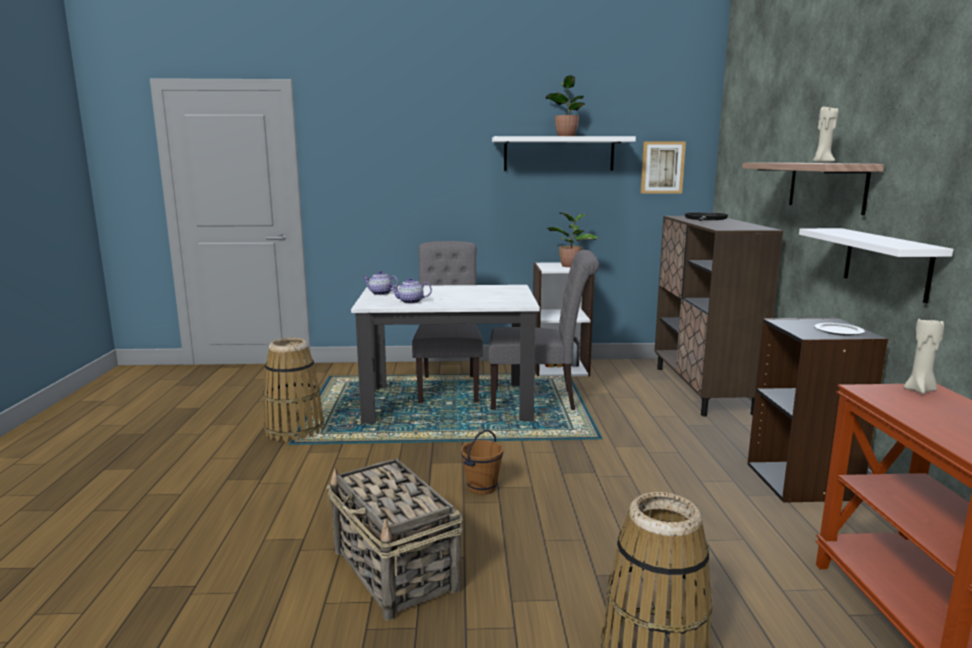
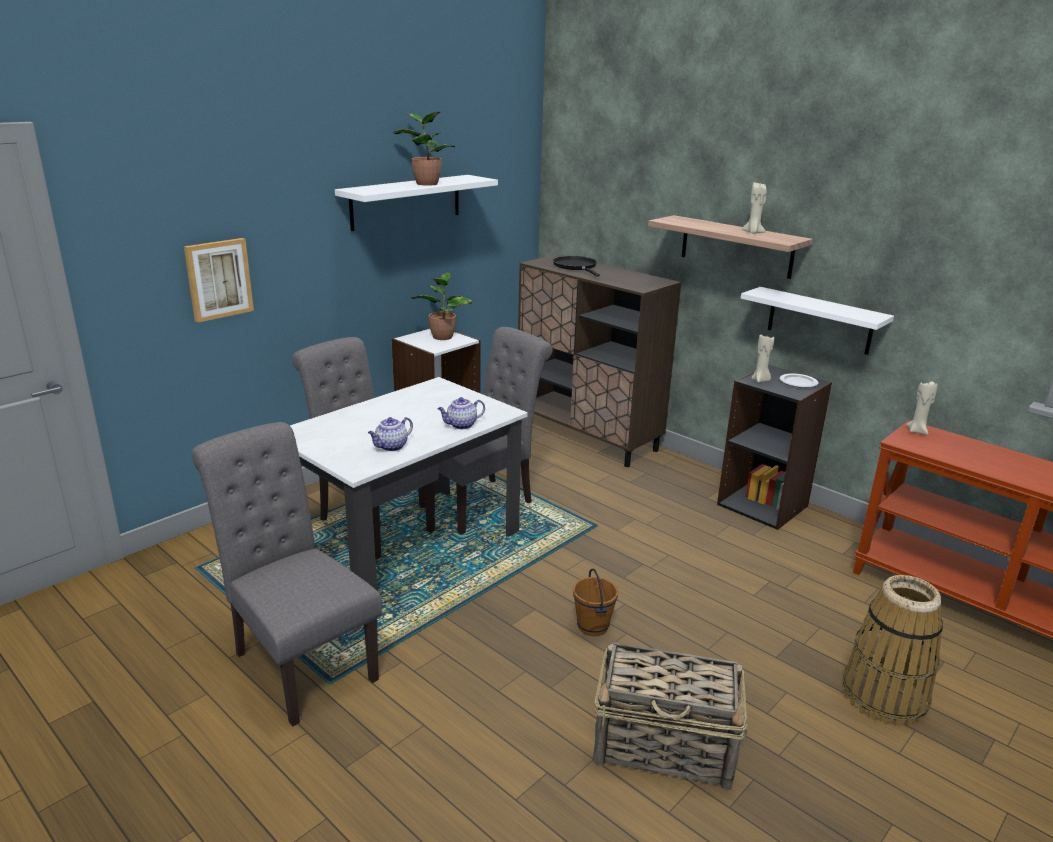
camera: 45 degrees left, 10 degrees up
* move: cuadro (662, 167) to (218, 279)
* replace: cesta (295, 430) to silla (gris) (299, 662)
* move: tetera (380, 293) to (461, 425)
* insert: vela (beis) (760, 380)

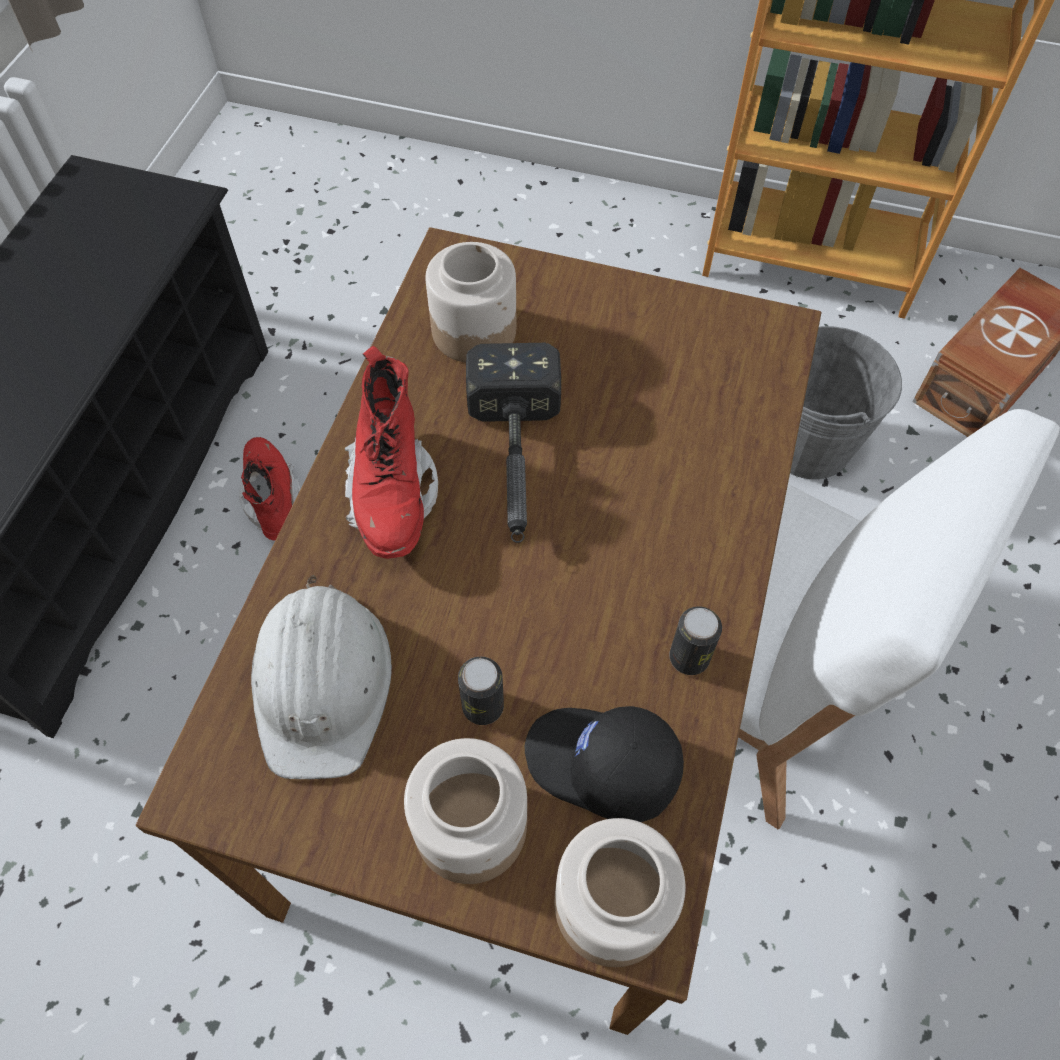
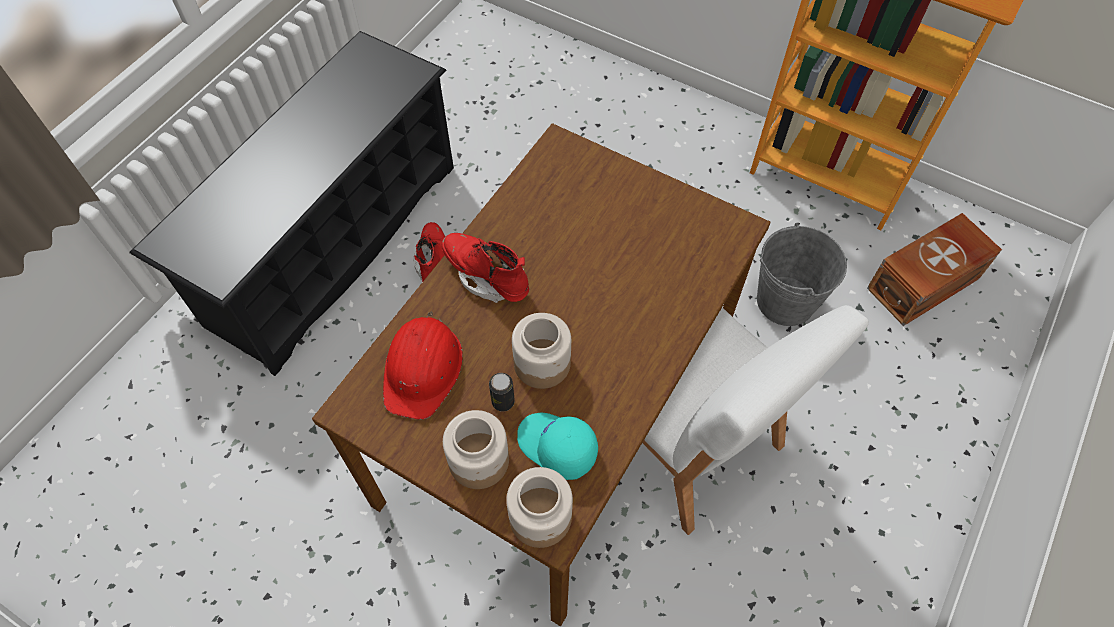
camera: 15 degrees right, 0 degrees up
* recolor: casco (blanco) (323, 681) to casco (rojo) (423, 369)
* rotate: bota (rojo) (392, 494) = (487, 276) 120 degrees clockwise
* move: tarro (474, 330) to (542, 363)
* recolor: gorra (negro) (601, 766) to gorra (turquesa) (556, 447)
* delete: martillo (515, 463)
* delete: lata (689, 657)

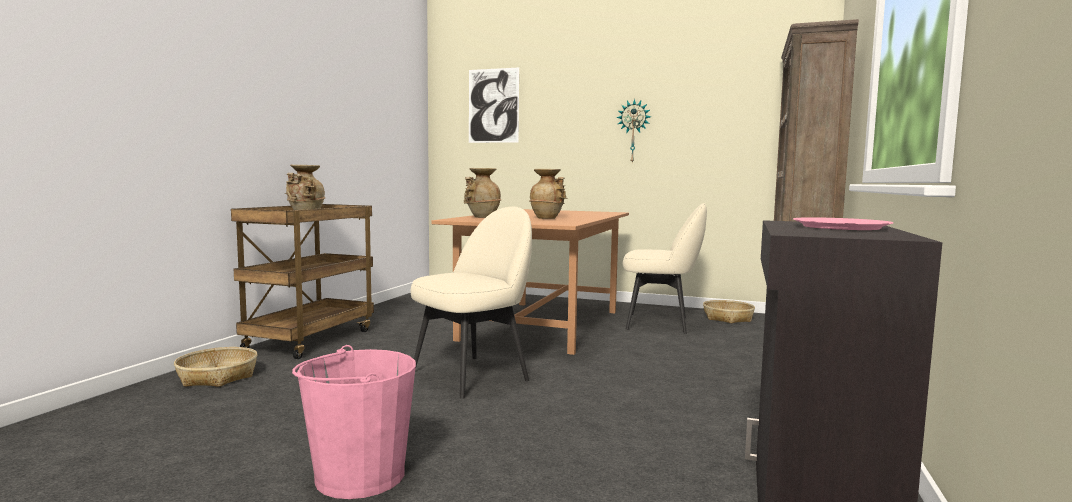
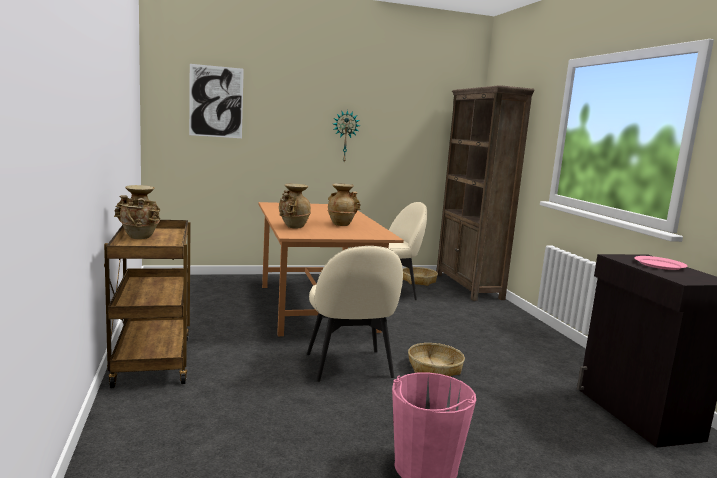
camera: 35 degrees left, 5 degrees up
* rotate: silla (beis) (472, 375) = (349, 366) 150 degrees clockwise
* move: cesta (218, 376) to (435, 368)

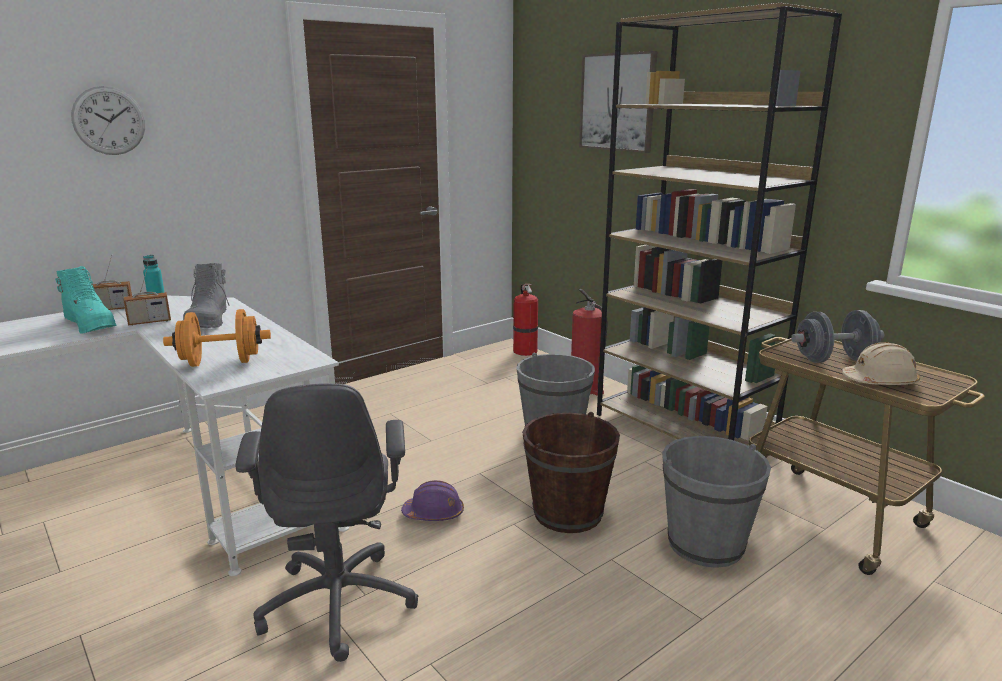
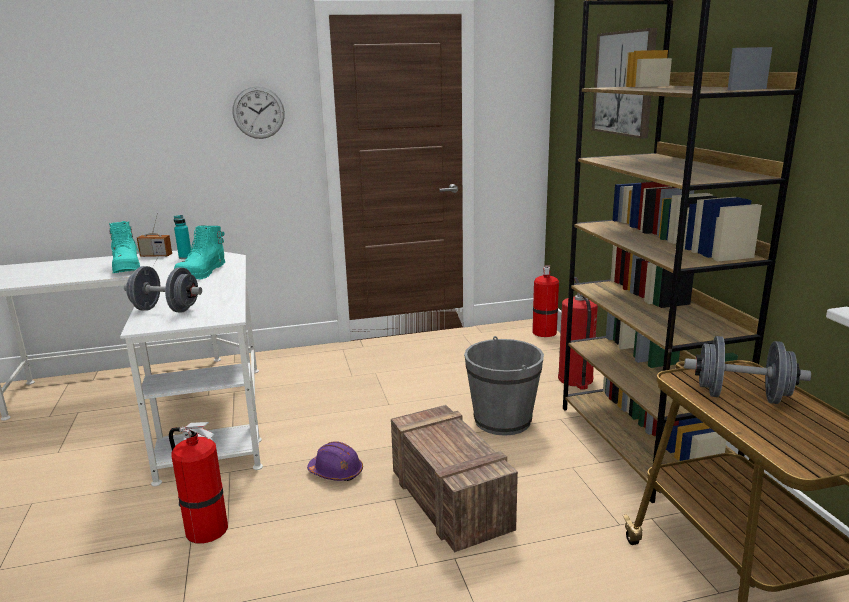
camera: 25 degrees right, 0 degrees up
* recolor: mancuerna (naranja) (221, 362) to mancuerna (gris) (166, 310)
* replace: silla de oficina (gris) (339, 601) to extintor (204, 529)
* recolor: bota (gris) (209, 321) to bota (turquesa) (202, 273)
* move: reloj de pared (109, 120) to (258, 112)
* replace: cubo (marrón) (568, 513) to caja de embalaje (451, 501)
* delete: radio (149, 322)
* delete: cubo (gris) (705, 544)
* delete: casco (beis) (879, 382)

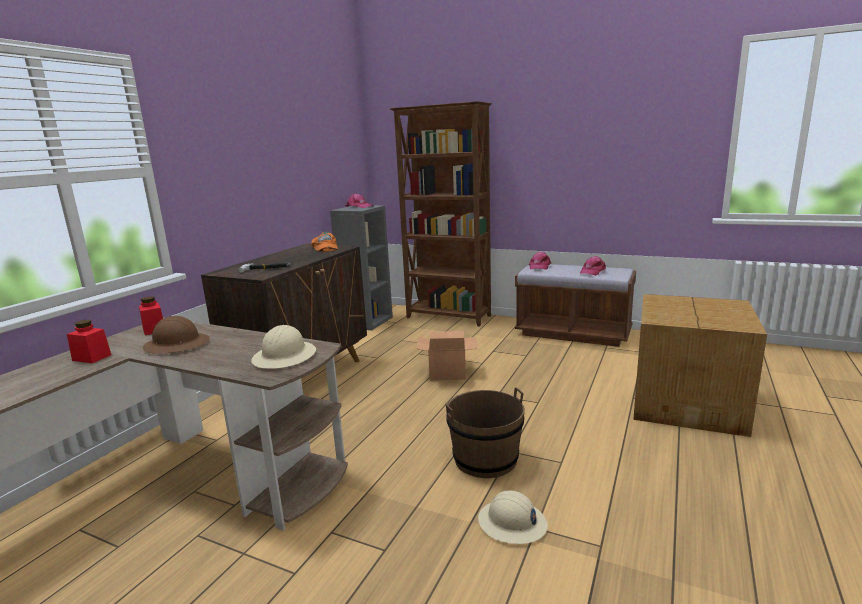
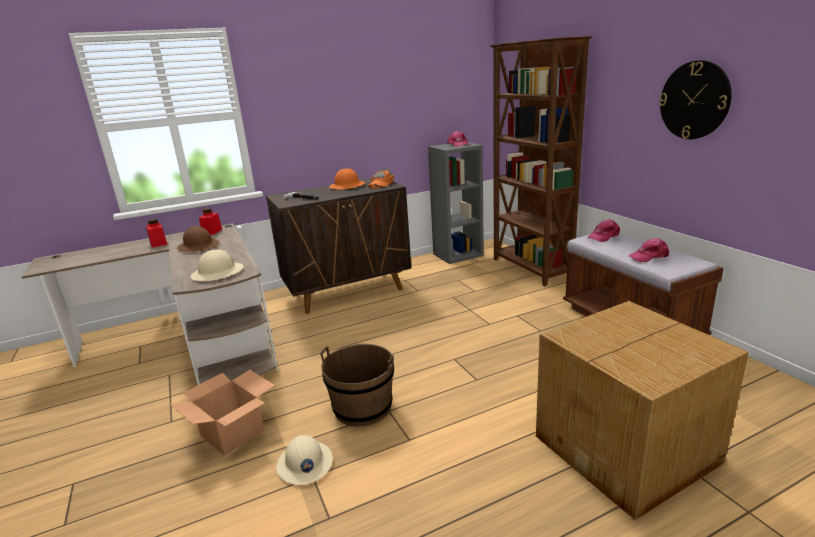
camera: 40 degrees right, 5 degrees up
* move: caja de cartón (447, 373) to (231, 433)
* insert: casco (naranja) (347, 186)
* insert: reloj de pared (694, 100)

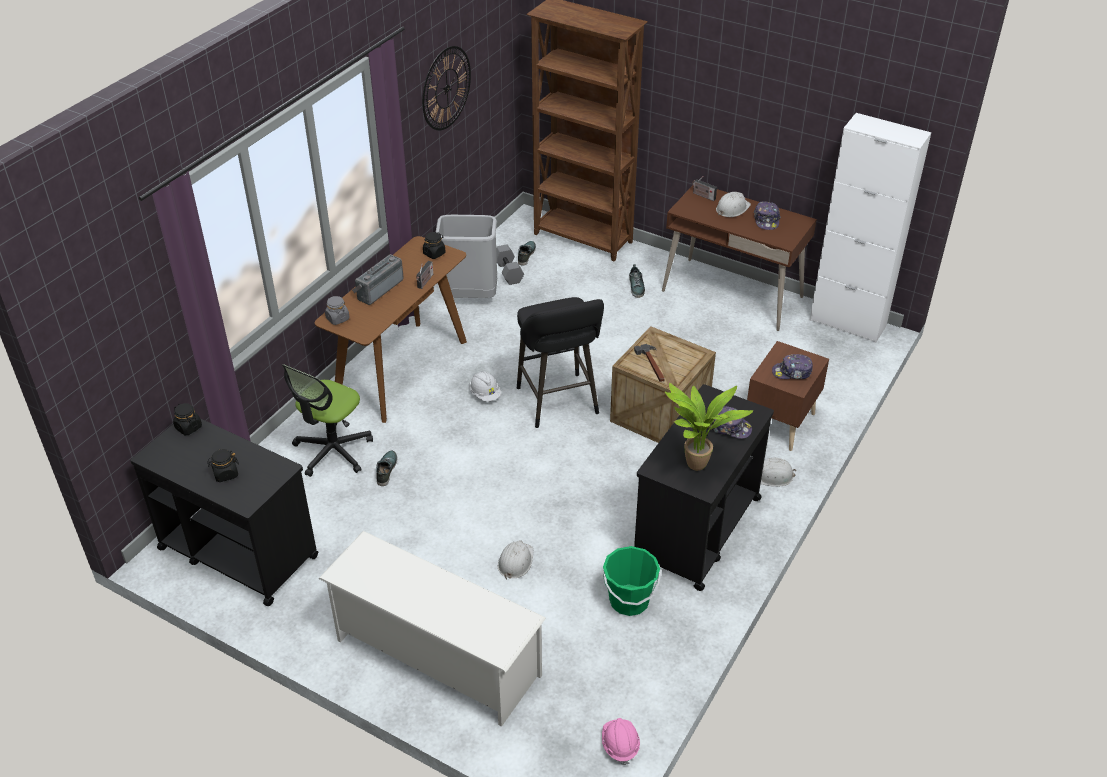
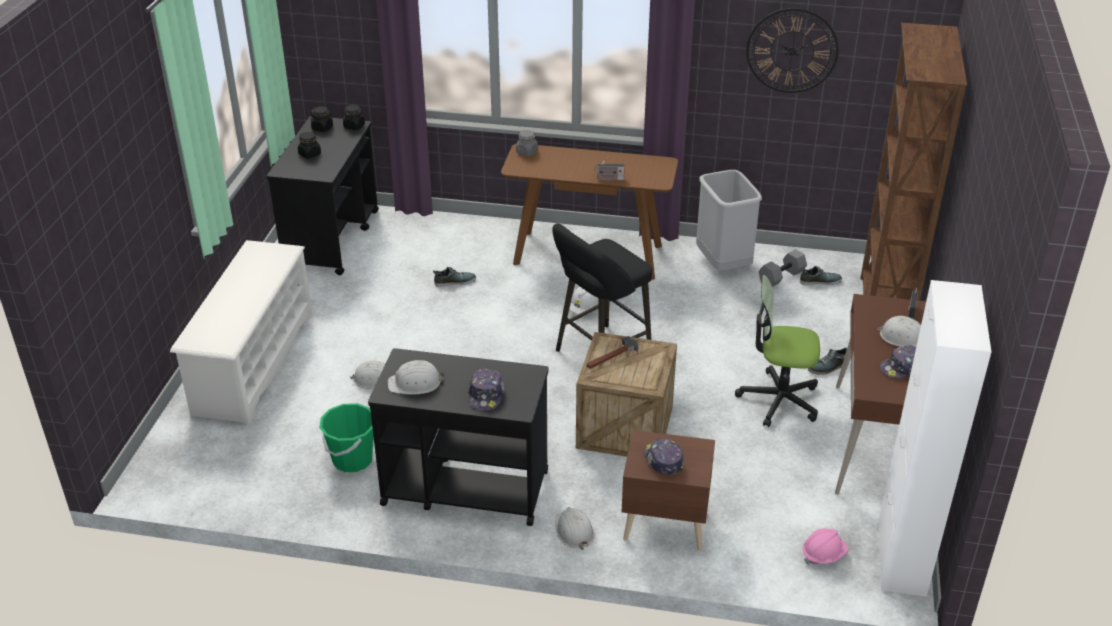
camera: 70 degrees right, 5 degrees down
* move: tarro (negro) (434, 253) to (322, 128)
* replace: planta en maceta (696, 467) to casco (blanco) (415, 383)
* move: silla de oficina (333, 451) to (778, 400)
* move: casco (rosa) (620, 745) to (823, 555)
* delete: radio (378, 289)

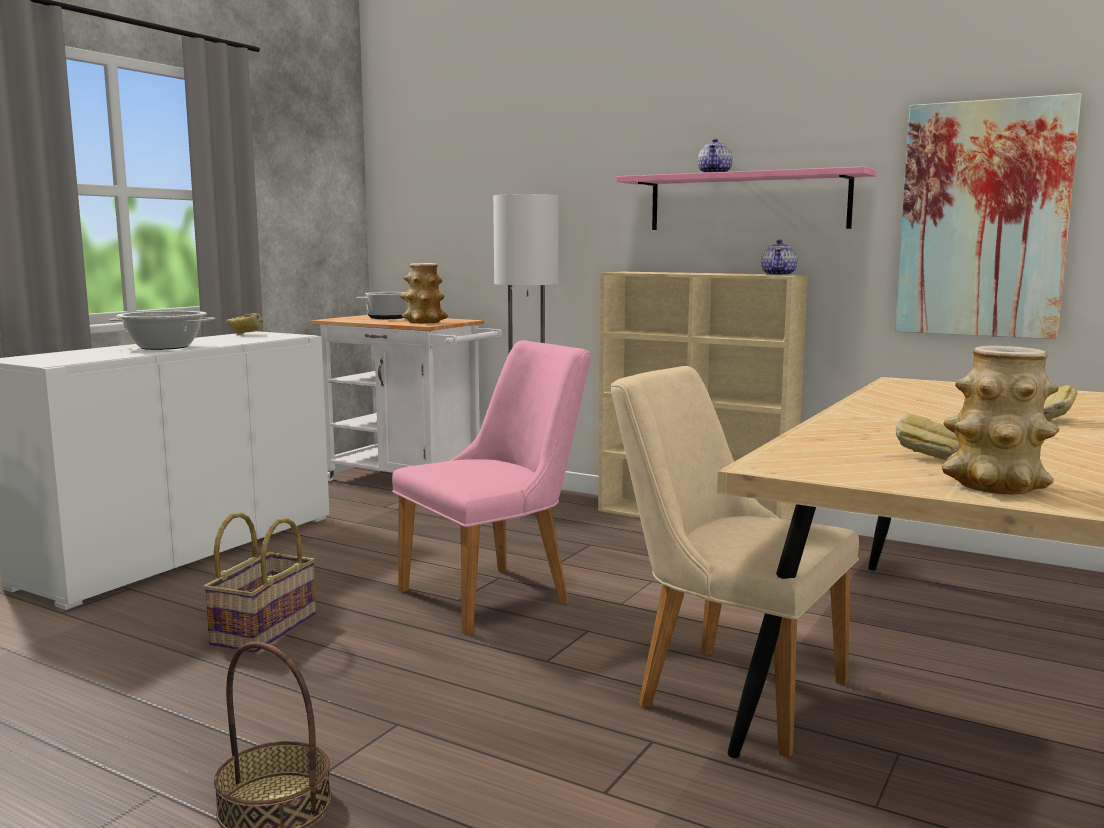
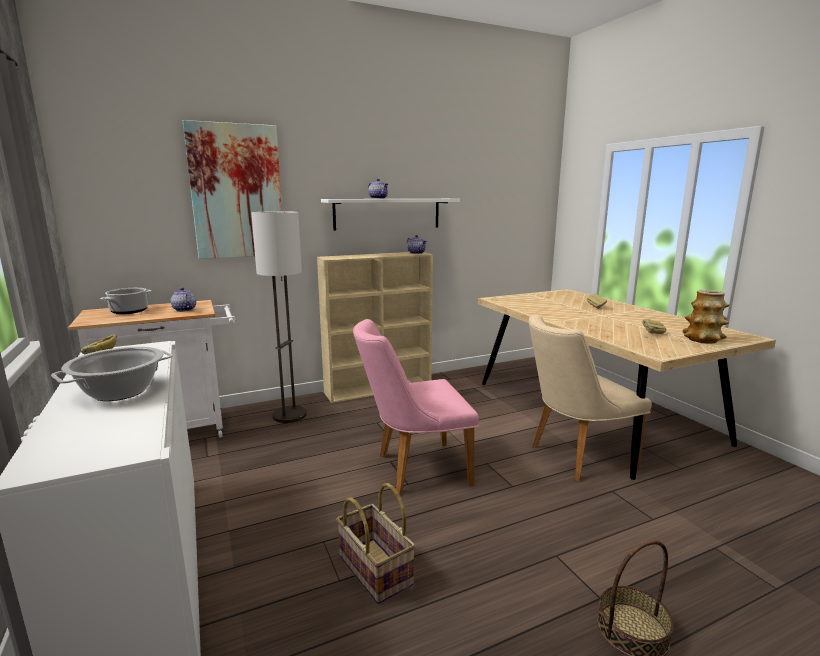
camera: 55 degrees left, 5 degrees up
* replace: florero (424, 322) to tetera (184, 310)
* move: cuadro (983, 220) to (237, 192)
* recolor: estante (rosa) (747, 202) to estante (blanco) (387, 213)
* rotate: silla (rosa) (499, 594) = (414, 469) 105 degrees counterclockwise

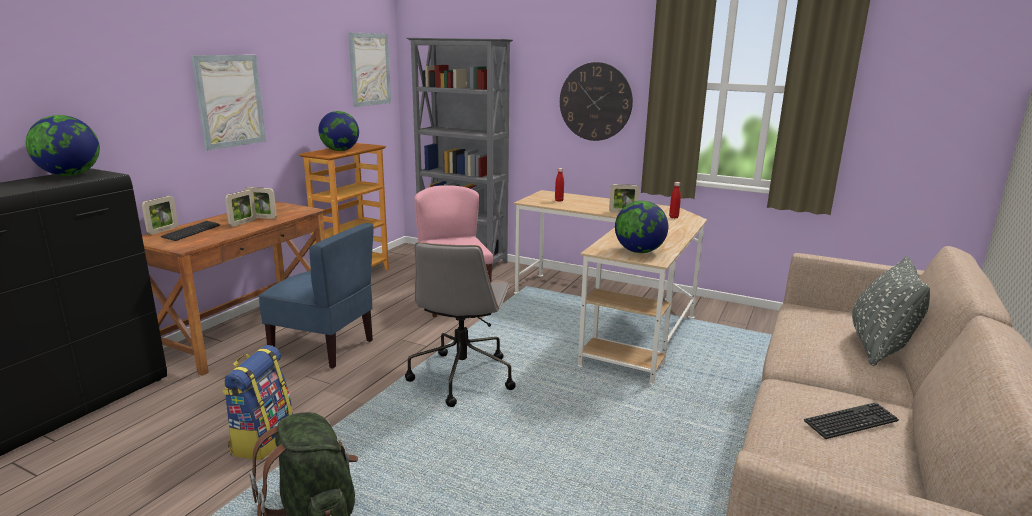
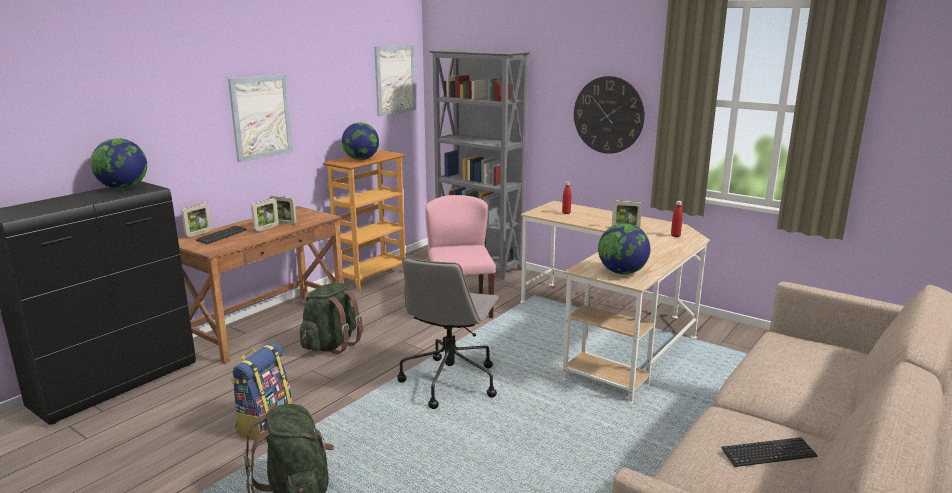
camera: 10 degrees right, 0 degrees up
* replace: silla (azul) (324, 347) to mochila (verde) (331, 345)
* delete: cojín (gris) (879, 347)

